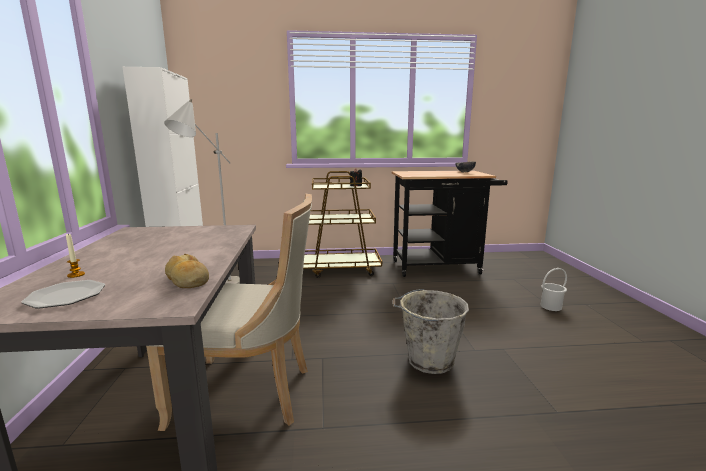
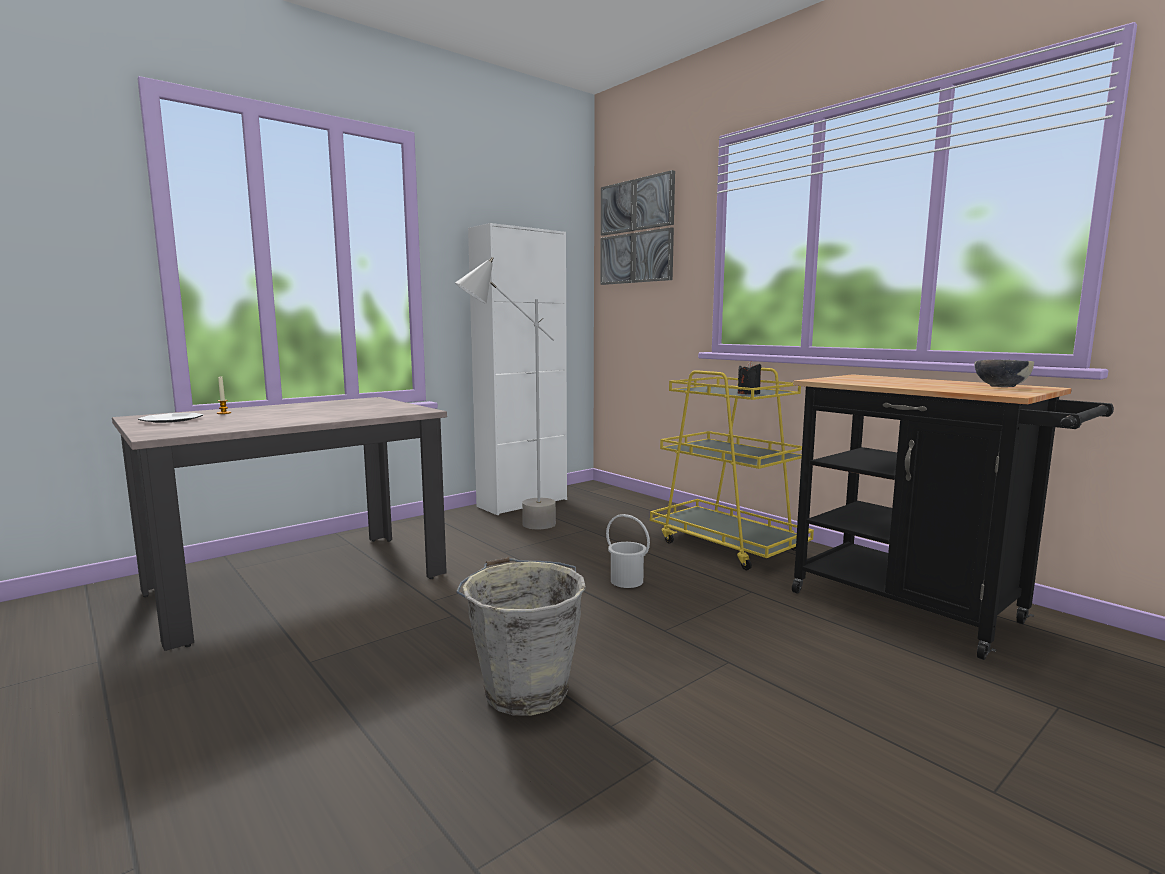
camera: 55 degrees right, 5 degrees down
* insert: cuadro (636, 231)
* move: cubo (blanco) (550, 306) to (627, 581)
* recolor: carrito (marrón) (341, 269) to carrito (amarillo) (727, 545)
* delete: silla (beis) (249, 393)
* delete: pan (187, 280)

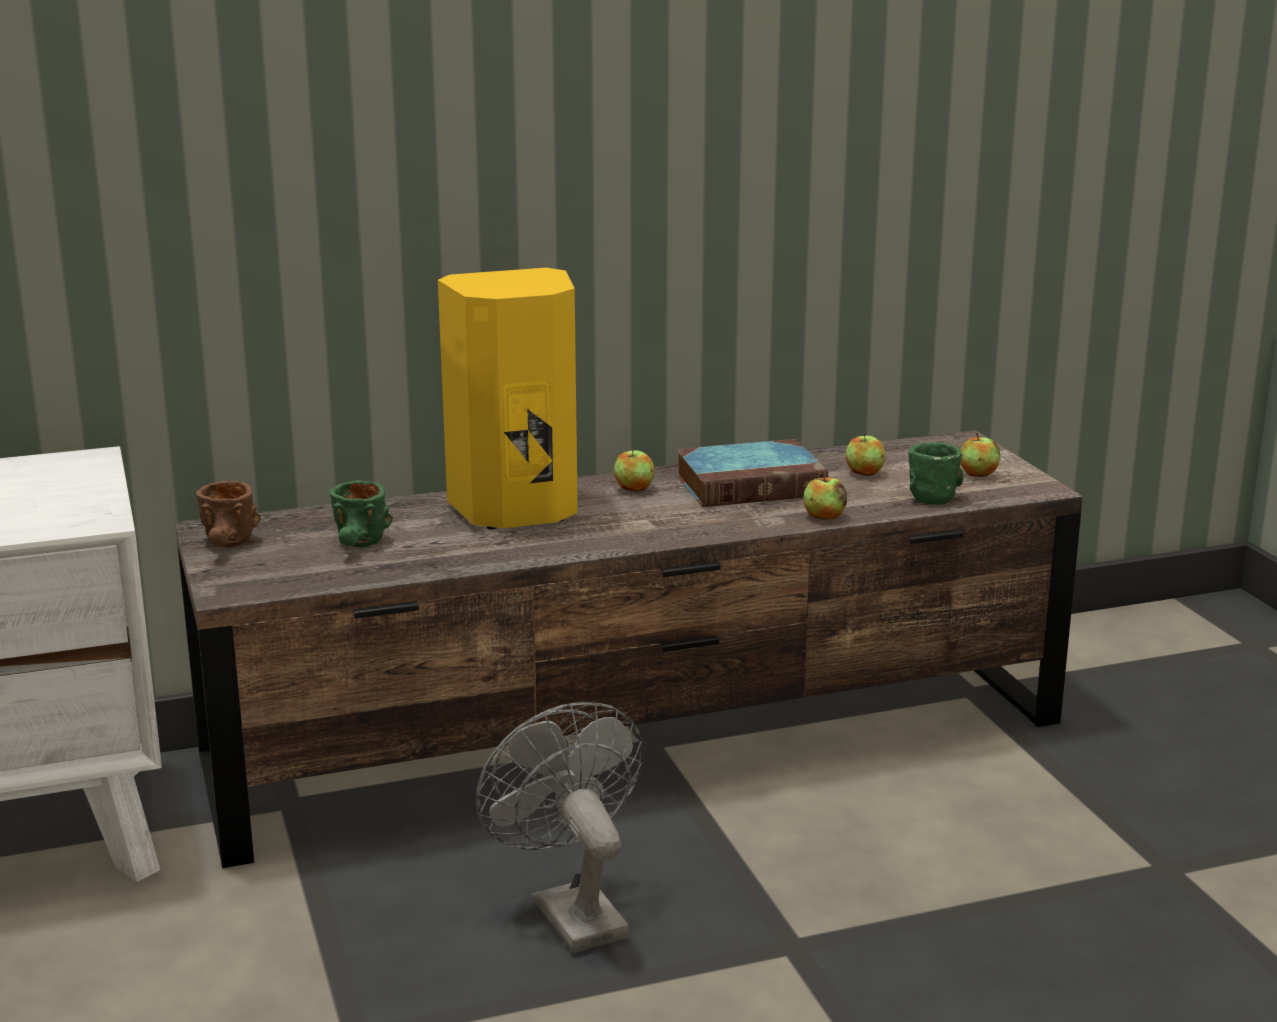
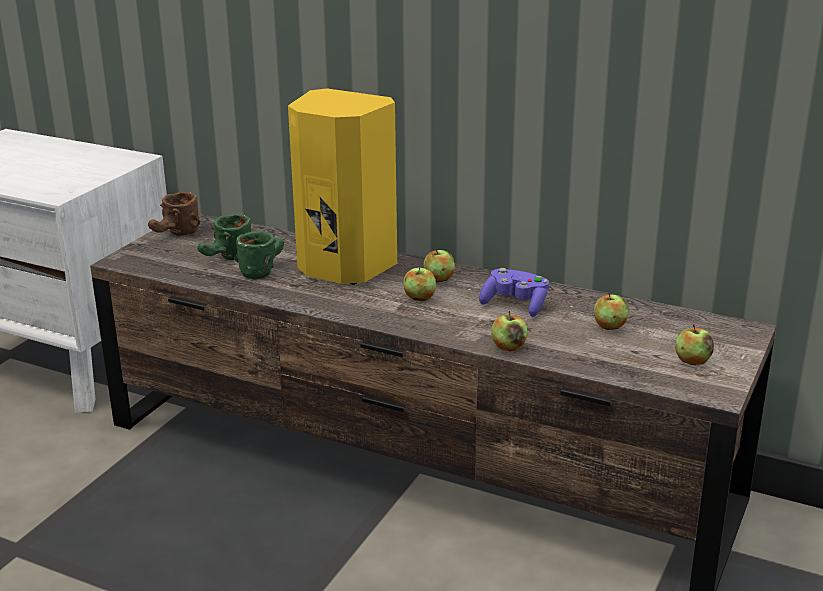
camera: 45 degrees right, 5 degrees up
* move: taza grande (verde) (923, 493) to (262, 268)
* insert: manzana (419, 298)
* replace: libro (752, 484) to mando de consola (morado) (515, 305)
* delete: ventilador (gris) (570, 911)

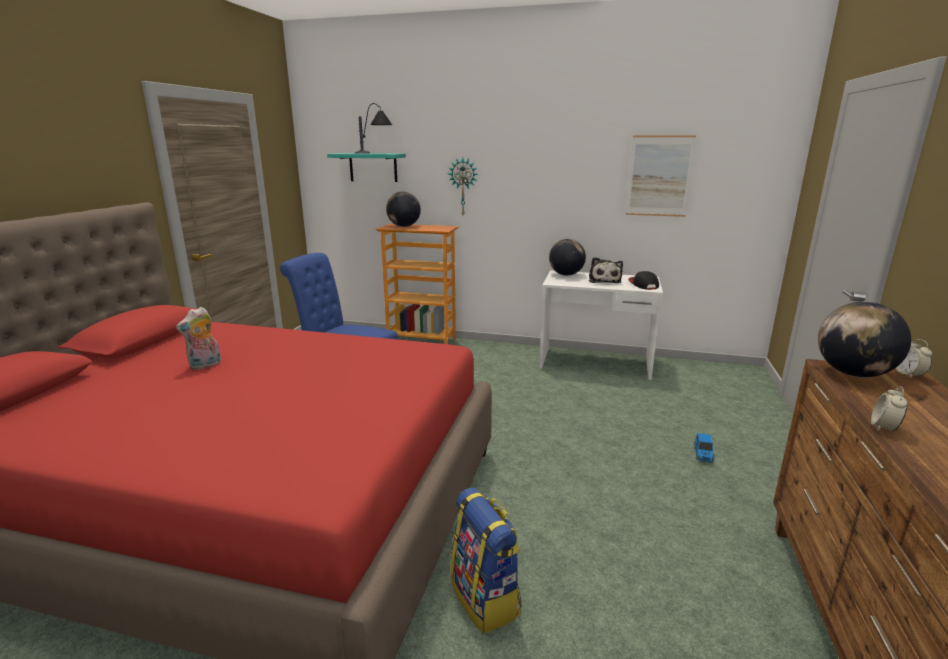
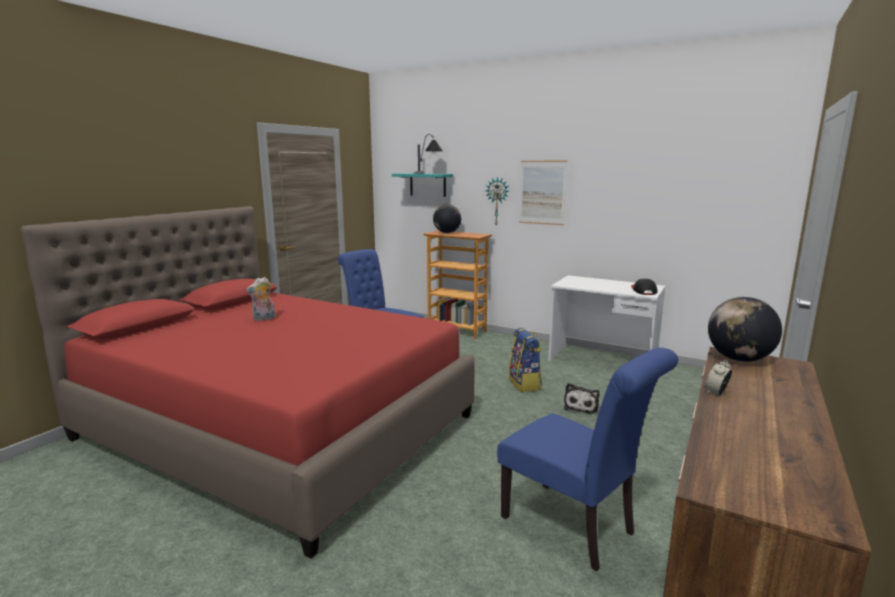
camera: 15 degrees right, 5 degrees down
* insert: silla (azul) (574, 528)
* move: mochila (486, 598) to (525, 384)
* move: cuadro (659, 176) to (542, 192)
* move: peluche (604, 280) to (581, 407)
* delete: globo terráqueo (566, 275)
* delete: coche de juguete (703, 455)
* delete: despertador (908, 374)

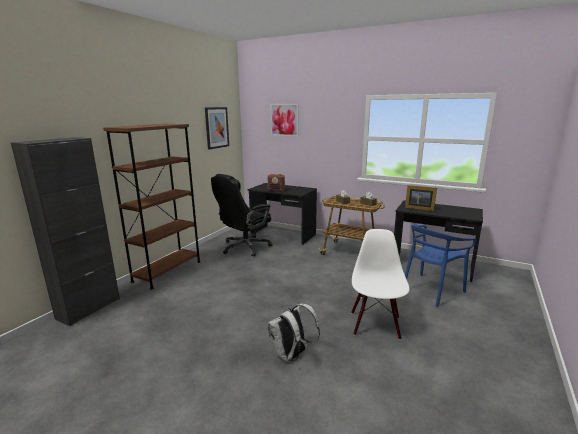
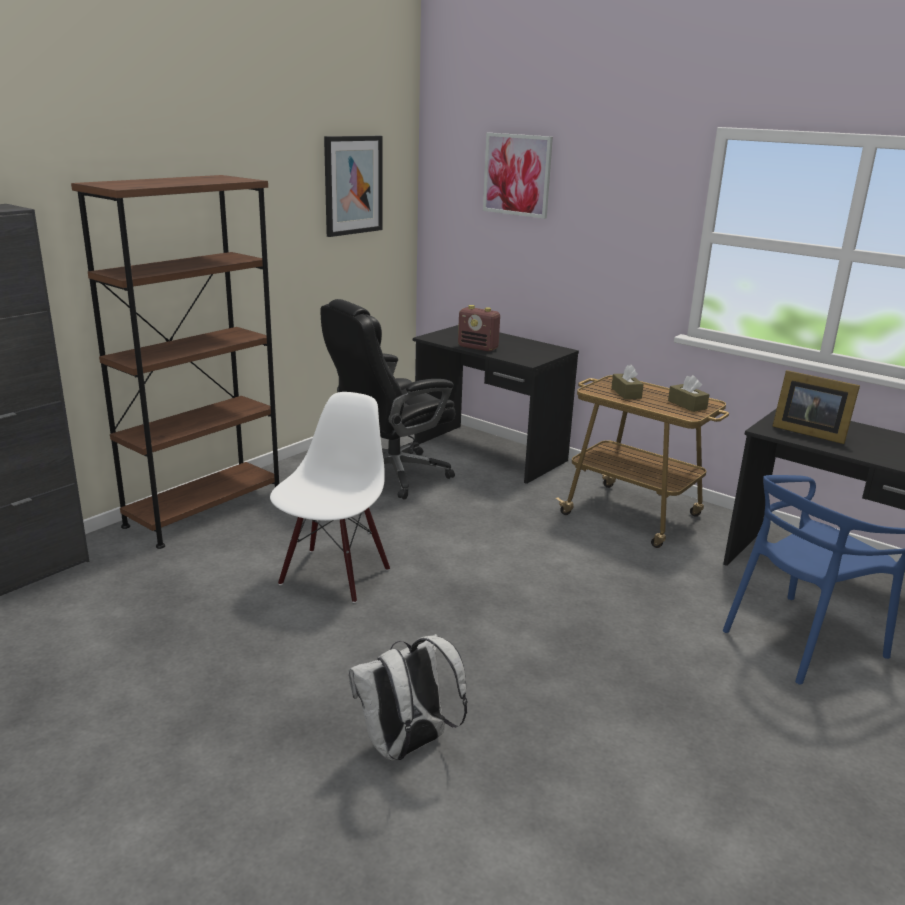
camera: 10 degrees right, 5 degrees up
* move: silla (blanco) (375, 325) to (334, 575)

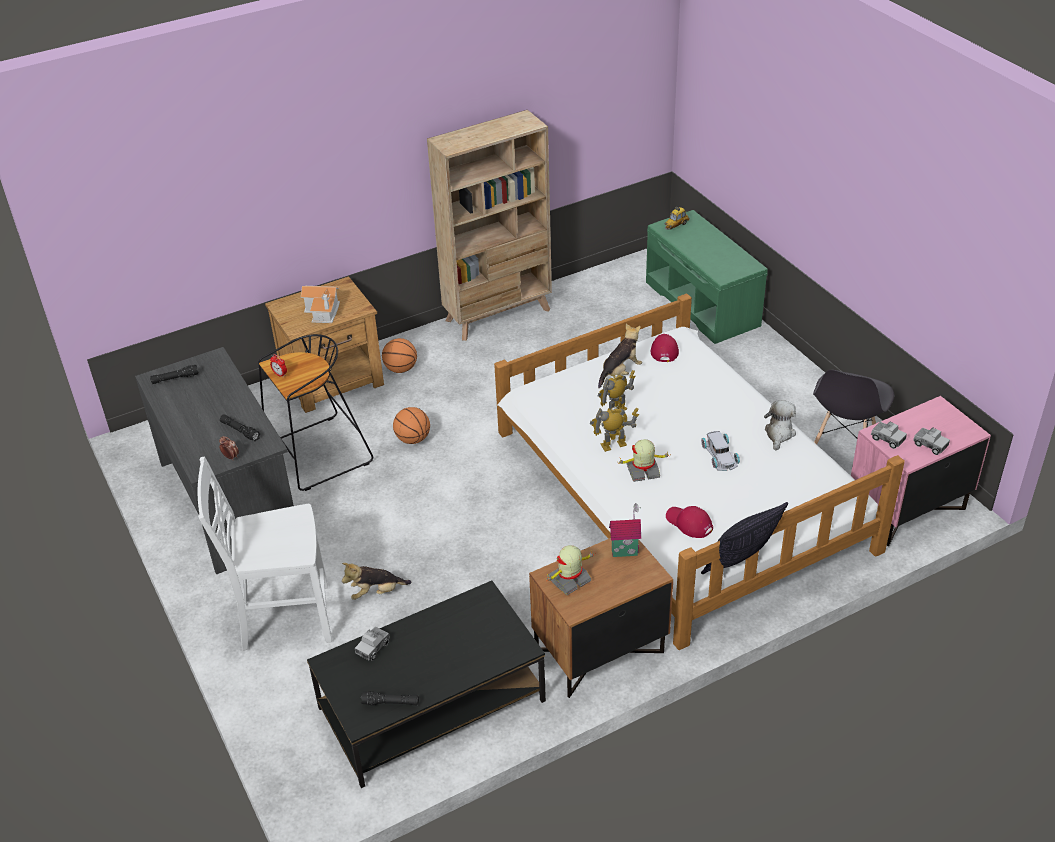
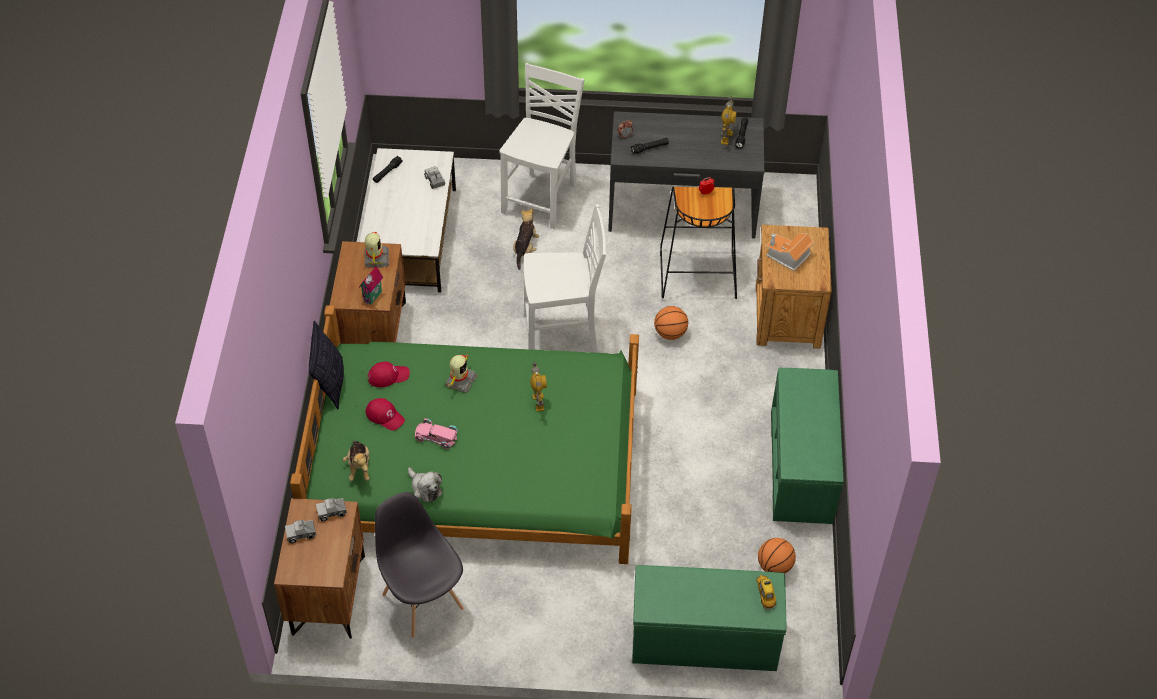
camera: 120 degrees right, 10 degrees up
* recolor: mesita de noche (rosa) (906, 509) to mesita de noche (marrón) (327, 594)
* recolor: cama (blanco) (679, 488) to cama (verde) (477, 463)
* move: peluche (620, 372) to (359, 467)
* recolor: mesa de centro (negro) (430, 705) to mesa de centro (blanco) (410, 236)
* move: gorra (rojo) (664, 349) to (385, 416)
* recolor: coche de juguete (blanco) (719, 455) to coche de juguete (rosa) (436, 435)
* insert: silla (blanco) (563, 335)
* move: robot de juguete (613, 445) to (726, 137)
* move: balón de baloncesto (401, 369) to (774, 566)
* replace: estantería (beis) (498, 315) to banco (verde) (803, 468)

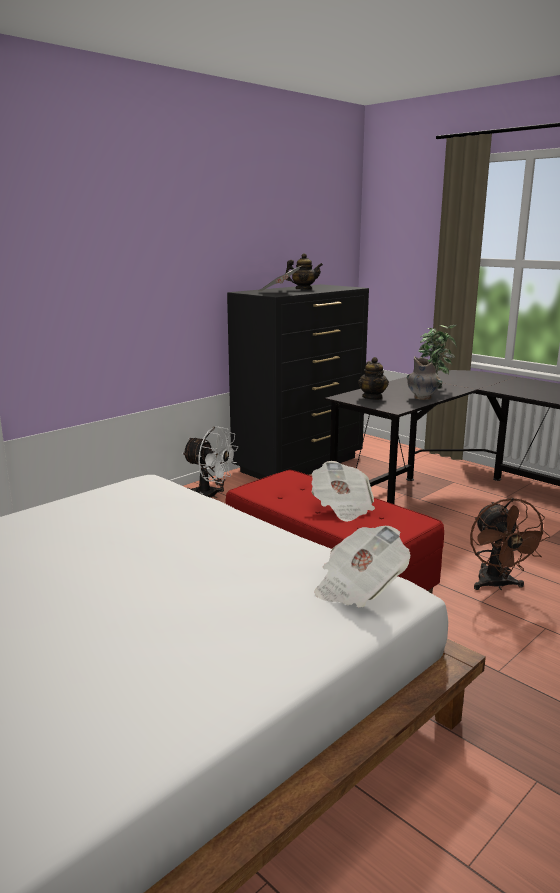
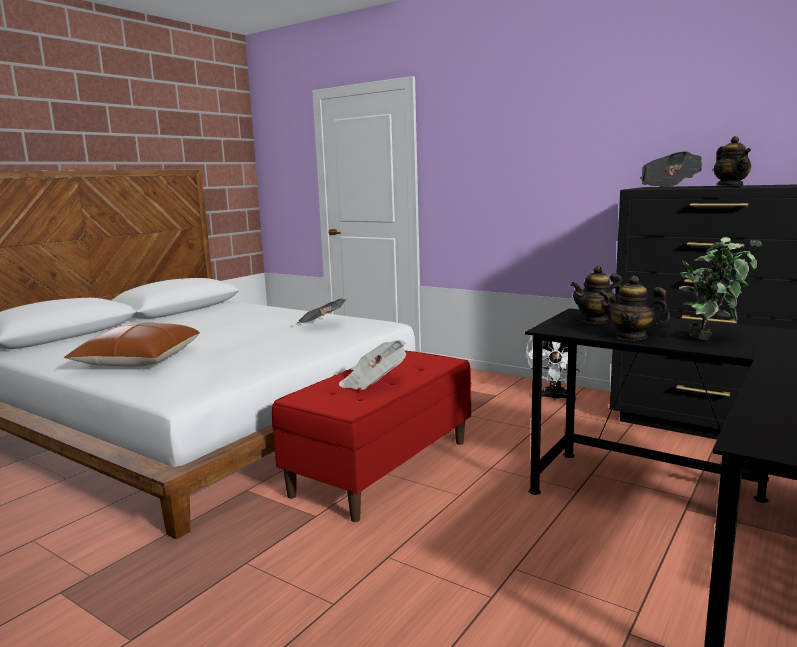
camera: 80 degrees right, 5 degrees down
* insert: cojín (marrón) (138, 360)
* move: periódico (358, 588) to (322, 325)
* replace: florero (gris) (423, 398) to tetera (631, 336)
* delete: ventilador (marrón) (497, 585)

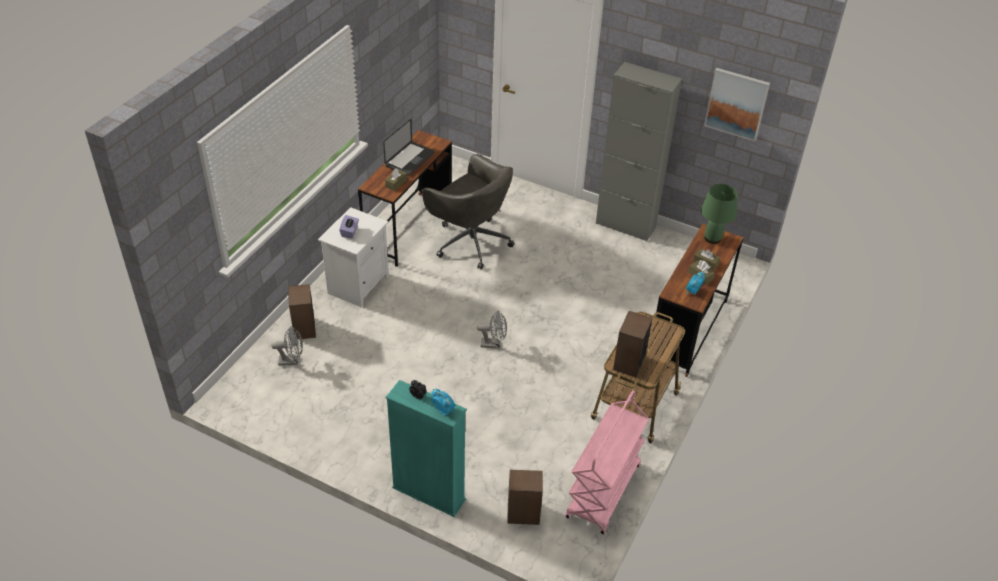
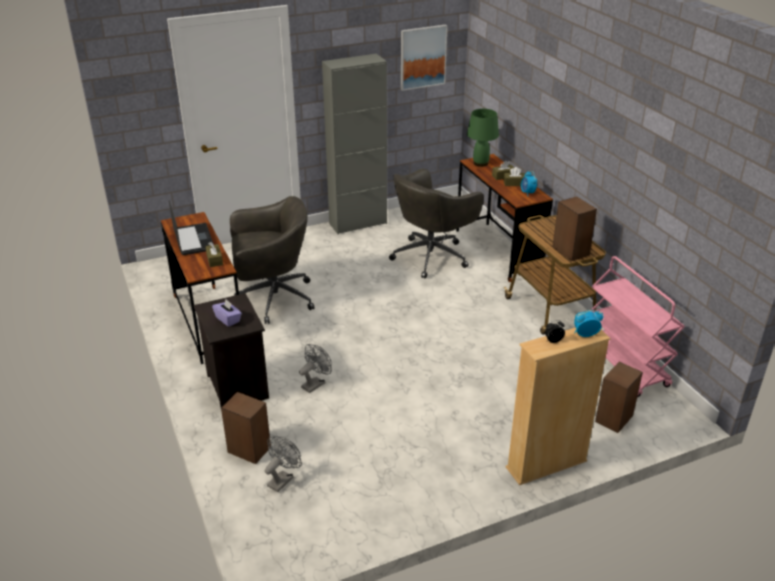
camera: 50 degrees left, 10 degrees down
* recolor: mesita de noche (blanco) (358, 284) to mesita de noche (negro) (236, 386)
* move: ventilador (gris) (493, 344) to (315, 383)
* insert: silla de oficina (gris) (432, 256)
* recolor: estantería (turquesa) (428, 494) to estantería (beis) (546, 464)

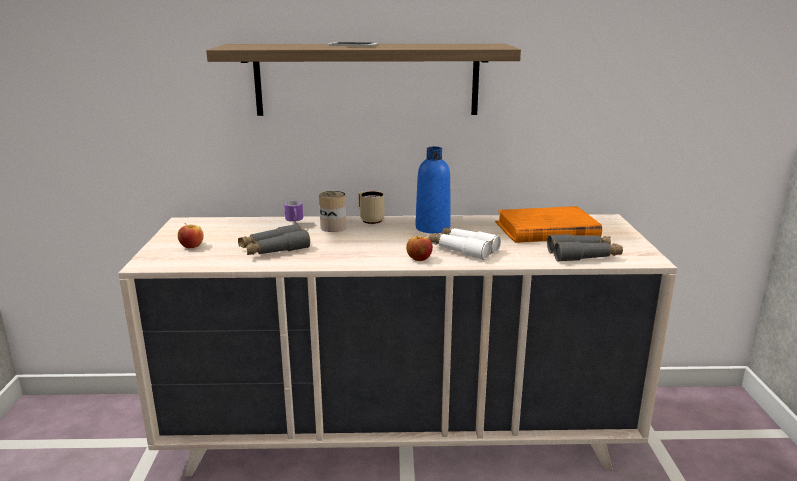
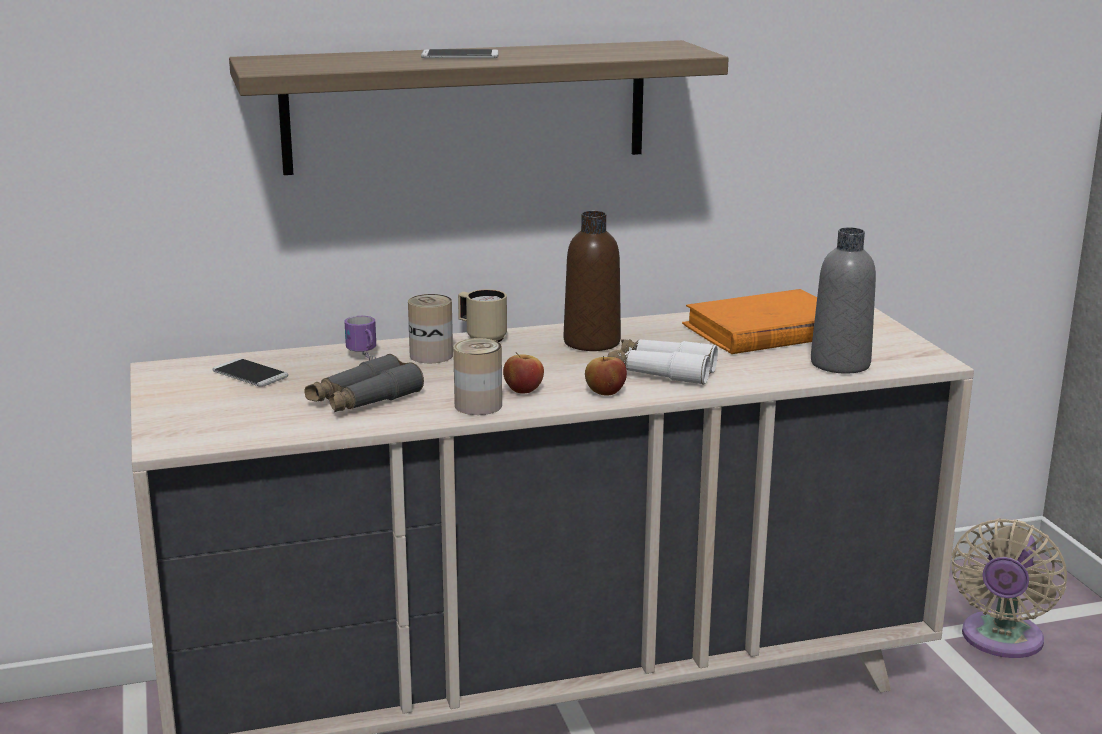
camera: 15 degrees left, 0 degrees up
* insert: móvil (250, 374)
* insert: lata (478, 405)
* move: manzana (192, 246) to (523, 390)
* recolor: botella (azul) (432, 228) to botella (marrón) (592, 342)
* replace: prismáticos (gris) (583, 255) to botella (gris) (840, 364)
* insert: ventilador (beis) (1000, 641)

